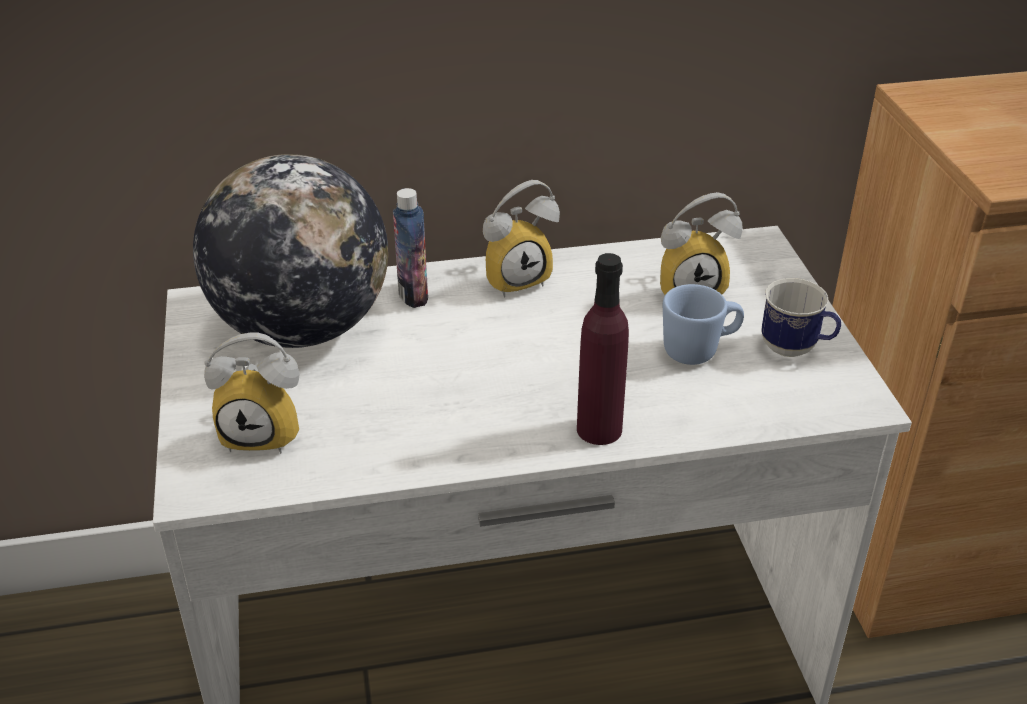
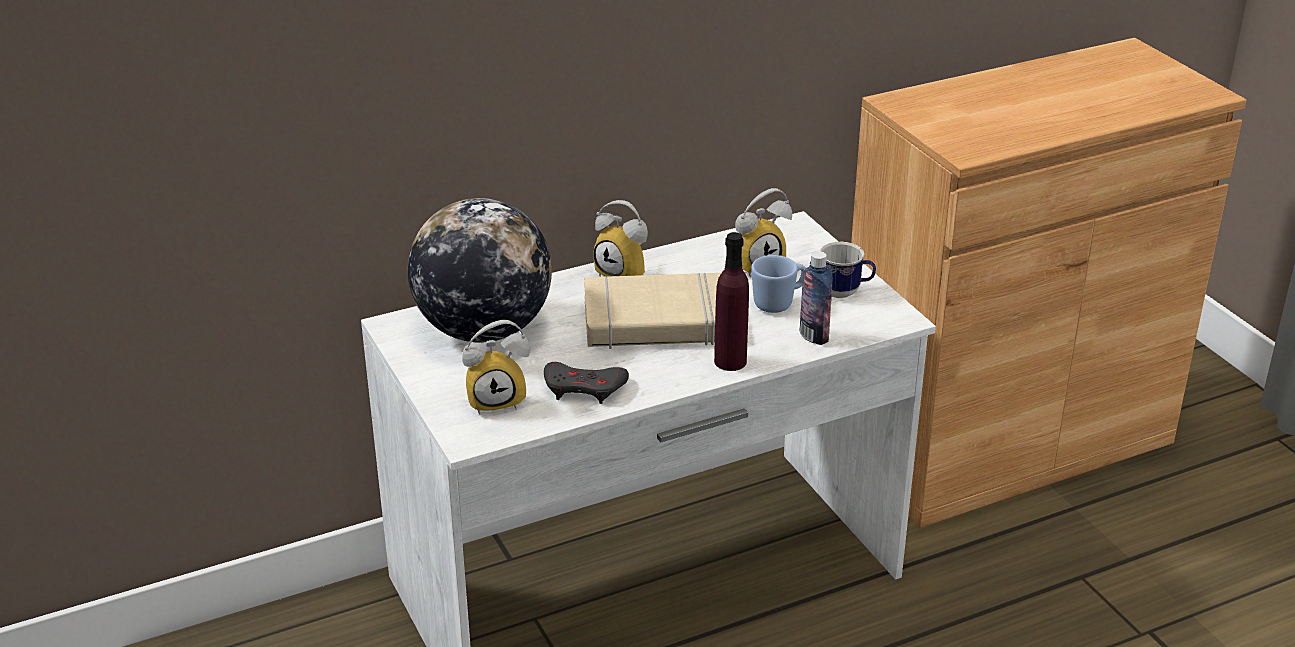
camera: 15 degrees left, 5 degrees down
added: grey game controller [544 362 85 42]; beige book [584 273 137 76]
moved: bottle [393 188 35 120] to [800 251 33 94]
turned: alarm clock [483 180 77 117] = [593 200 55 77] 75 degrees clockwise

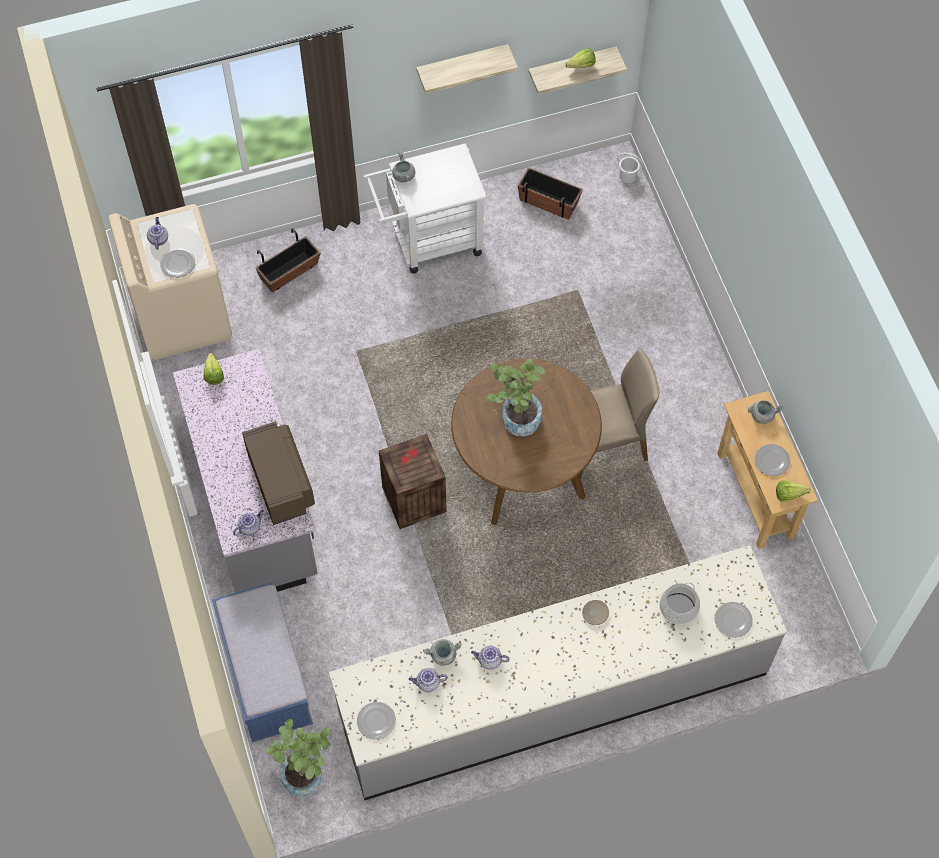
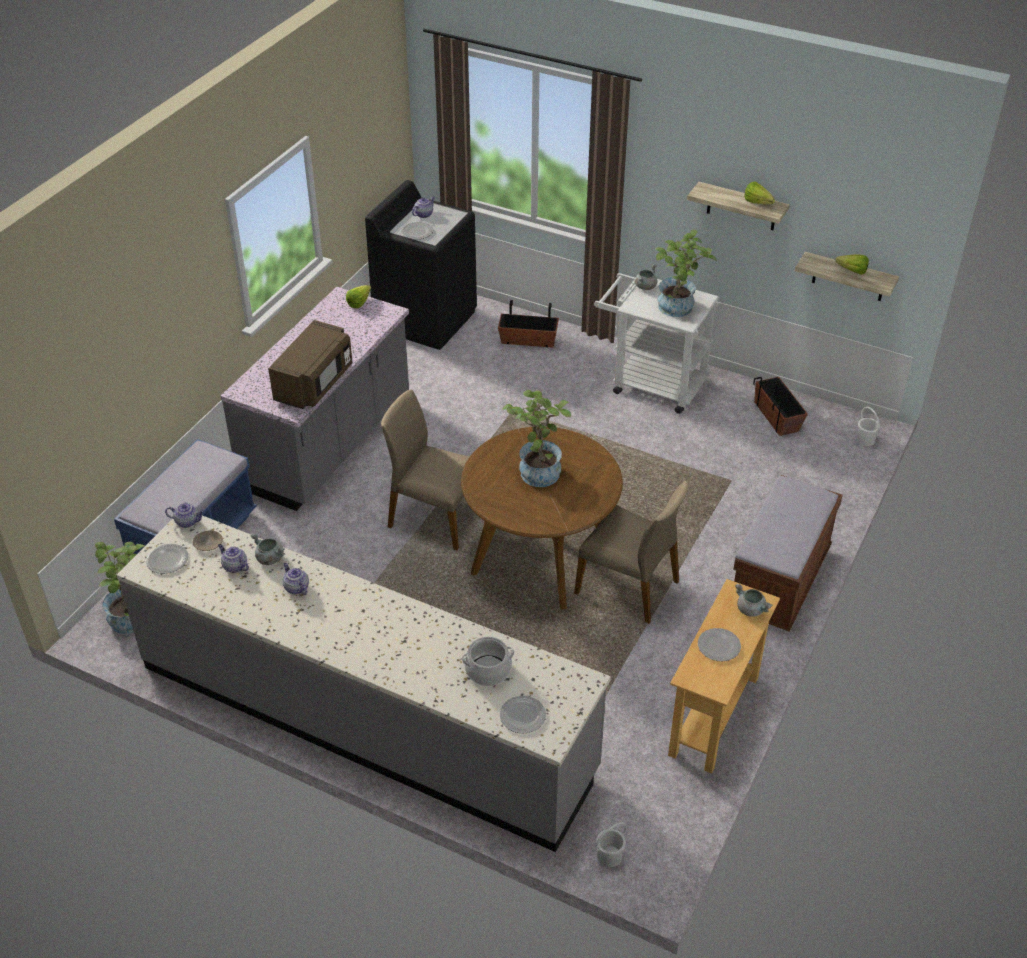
camera: 45 degrees right, 20 degrees down
added: white bucket [596 822 31 45]; potted plant [655 229 62 88]; brown bench [733 475 110 157]
moved: teapot [233 510 30 26] to [165 503 40 25]; beige plate [582 600 27 25] to [192 530 31 21]; lettuce [776 481 34 21] to [744 181 31 23]
replaced: crate [379 434 68 95] to beige chair [381 390 89 160]
recoloured: beige washing machine [109 204 123 157] to black washing machine [365 180 112 170]

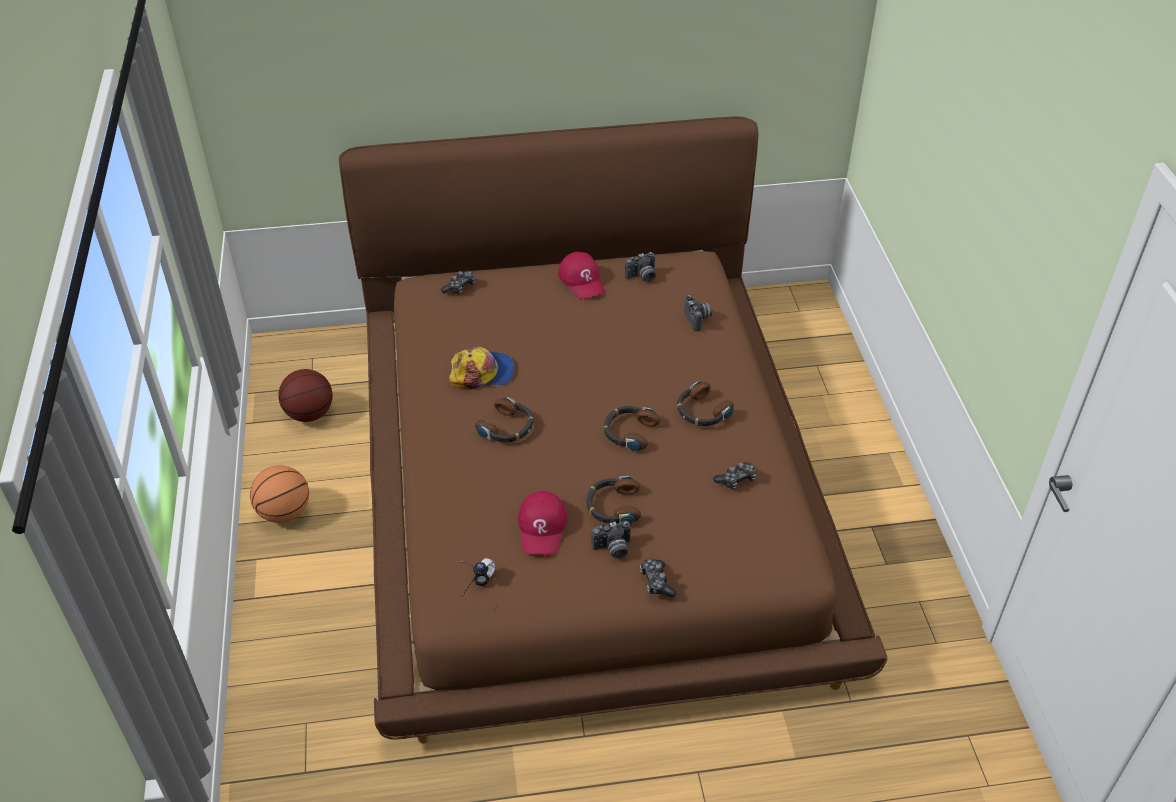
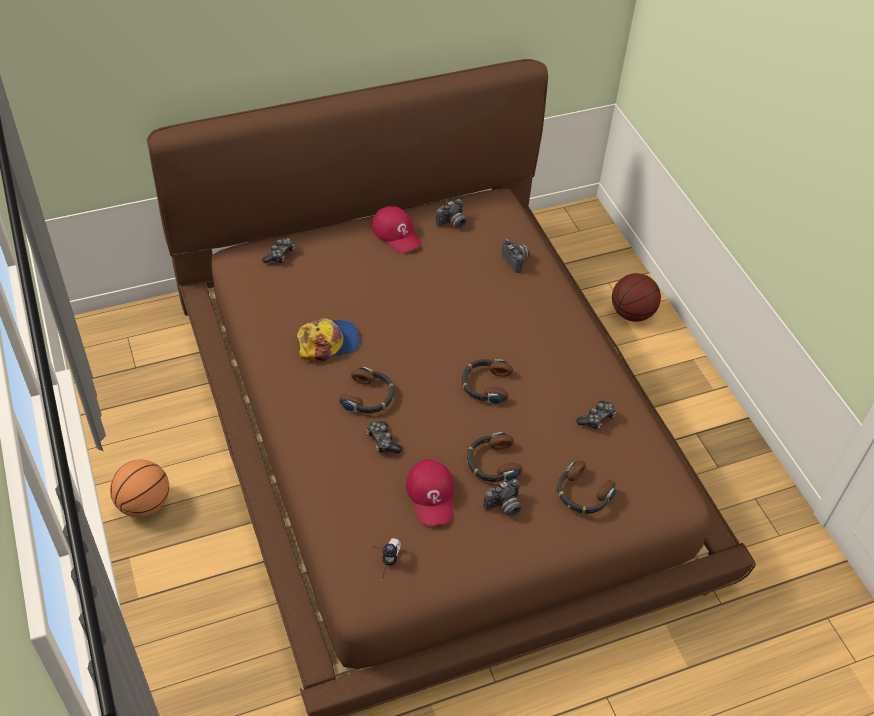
camera: 15 degrees left, 5 degrees up
moved: basketball [278 369 55 53] to [612 273 49 49]; game controller [640 559 37 39] to [366 421 37 33]; headphones [677 381 57 45] to [557 461 59 53]

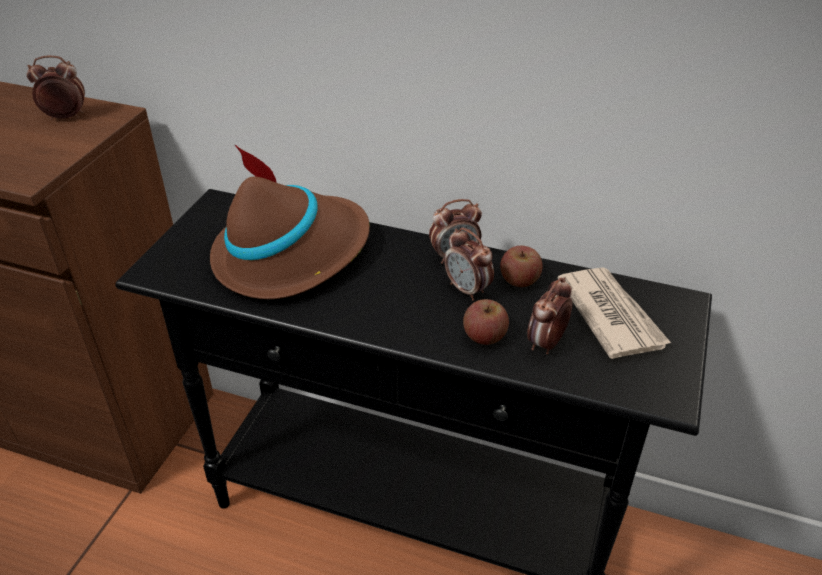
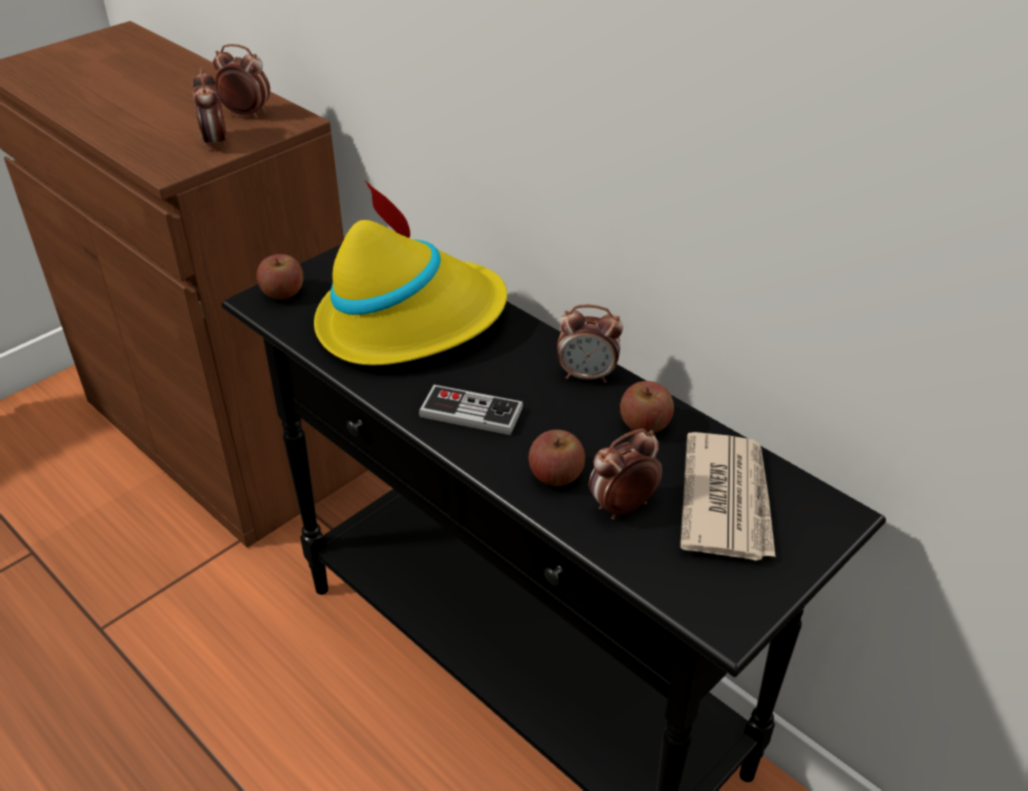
camera: 25 degrees right, 0 degrees up
added: apple [257 254 47 46]; game controller [419 385 104 50]
moved: alarm clock [444 227 50 74] to [193 68 33 83]
recoloured: brown hat [210 144 160 155] to yellow hat [314 180 193 186]

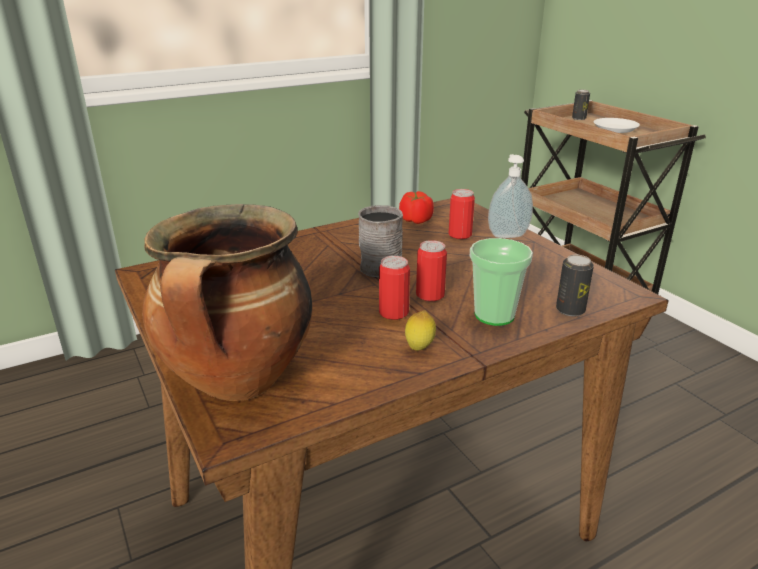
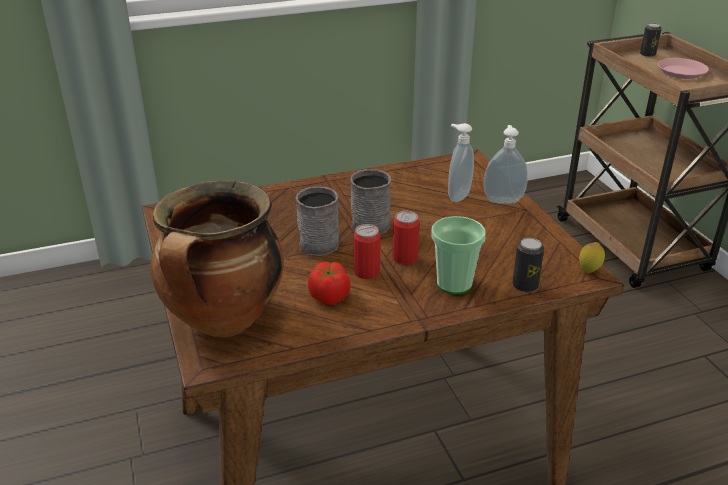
camera: 10 degrees right, 5 degrees up
added: grey mug [296 186 43 70]
moved: tomato [399 191 35 33] to [308 261 43 44]; lemon [405 310 31 41] to [579 242 26 31]
replaced: can [449 189 26 50] to soap dispenser [448 123 26 79]
recoloured: white plate [594 118 46 15] to pink plate [658 58 51 21]

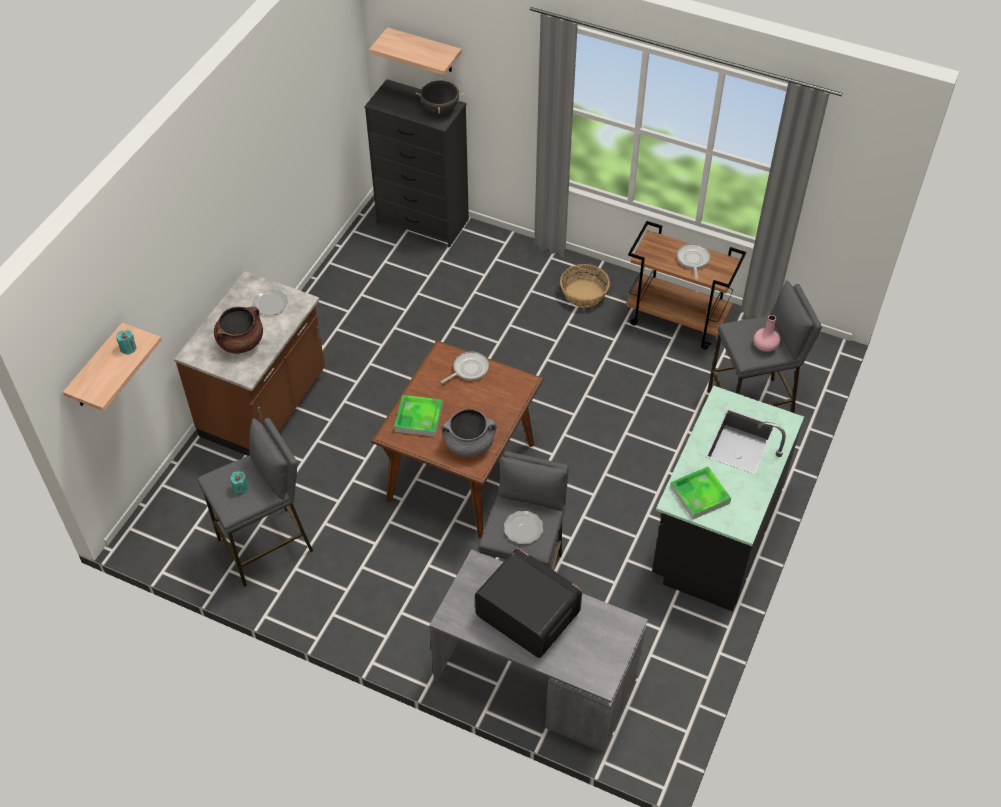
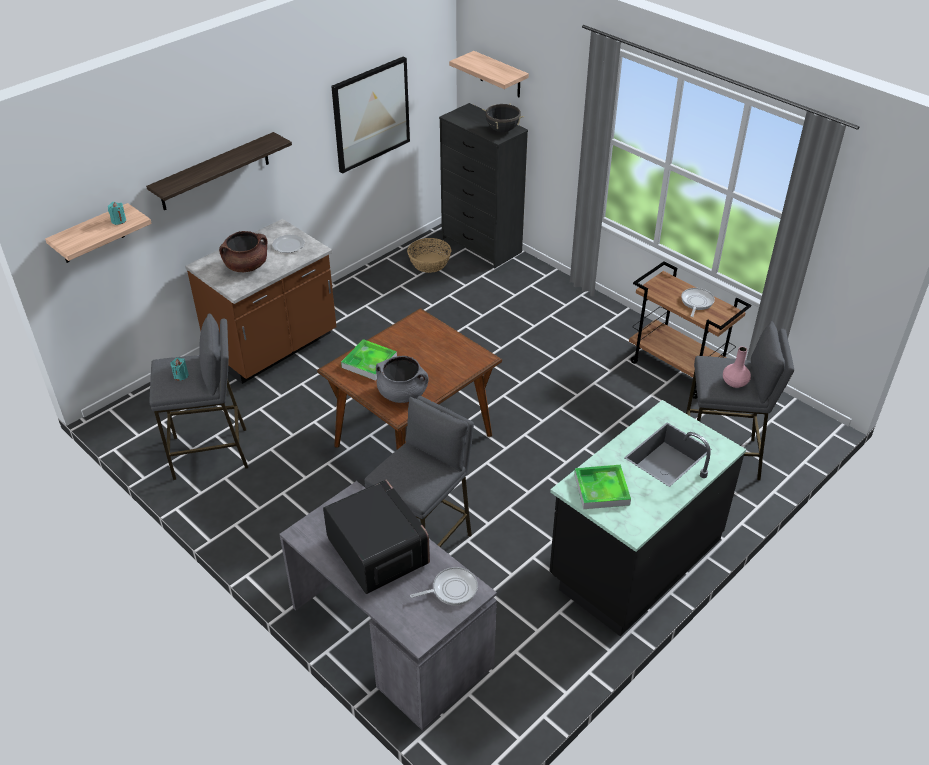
camera: 20 degrees right, 10 degrees down
removed: plate [504 511 39 33]
added: shelf [146 132 146 78]; picture [331 56 79 118]
moved: frying pan [441 352 48 31] to [410 567 68 38]; basket [560 264 50 43] to [407 238 44 35]

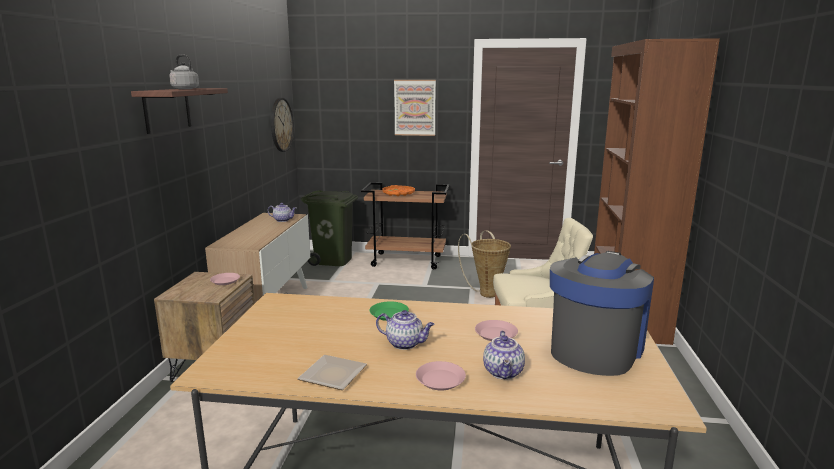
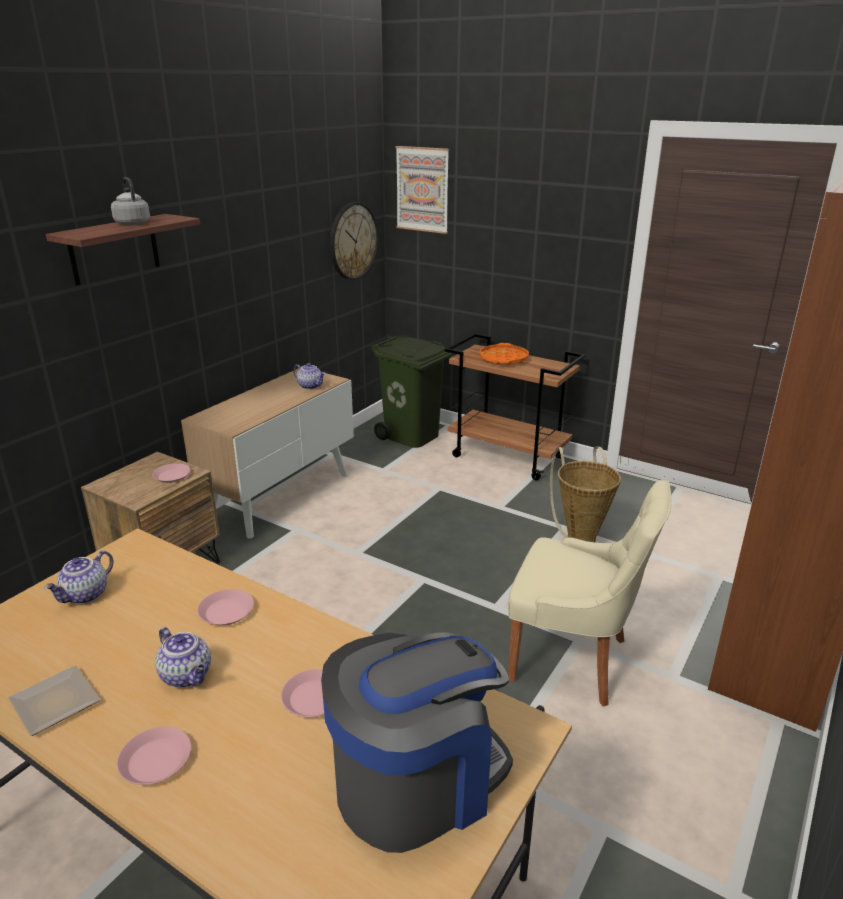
camera: 25 degrees right, 10 degrees up
moved: picture [394 80 42 56] to [395 146 54 88]; teapot [483 331 42 48] to [44 550 70 54]
recoloured: green plate [370 302 39 19] to pink plate [197 589 57 37]

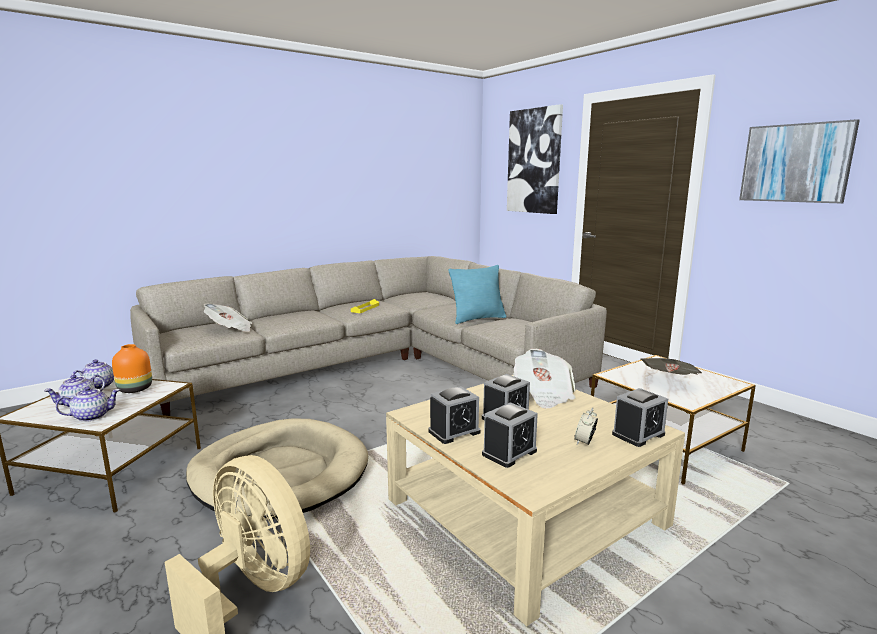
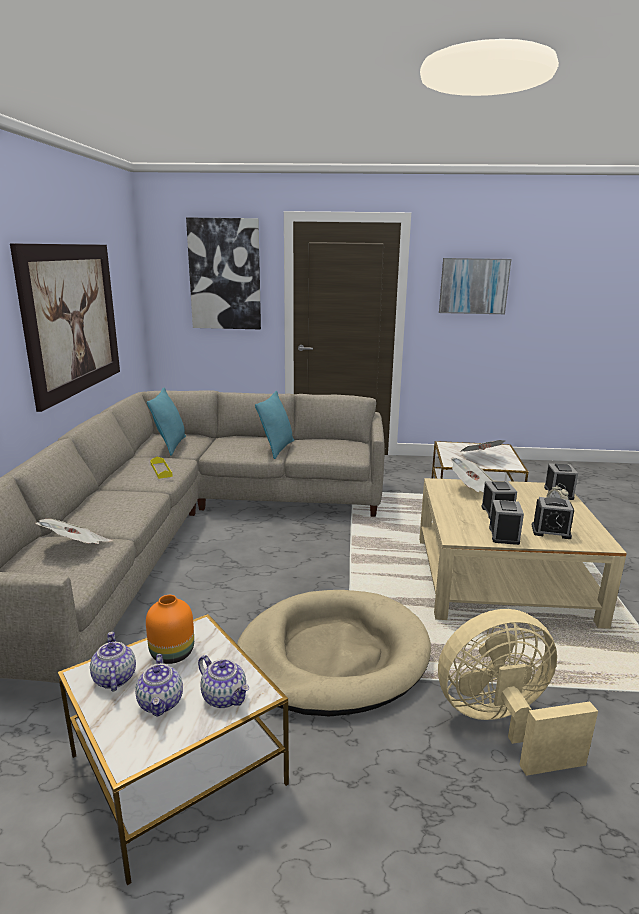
camera: 50 degrees left, 5 degrees up
added: picture [10 243 110 169]; turquoise pillow [147 388 39 68]
turned: teapot [56 386 64 36] = [198 655 51 53] 120 degrees clockwise; alarm clock [482 402 56 66] = [532 497 42 42] 105 degrees clockwise

